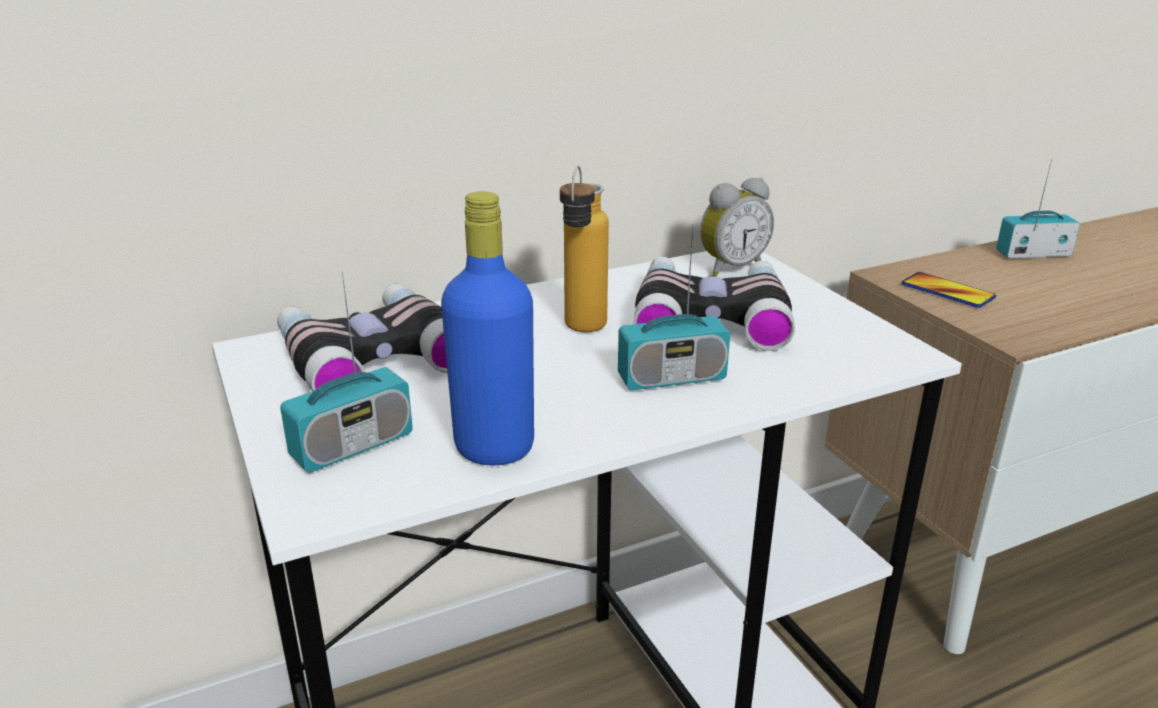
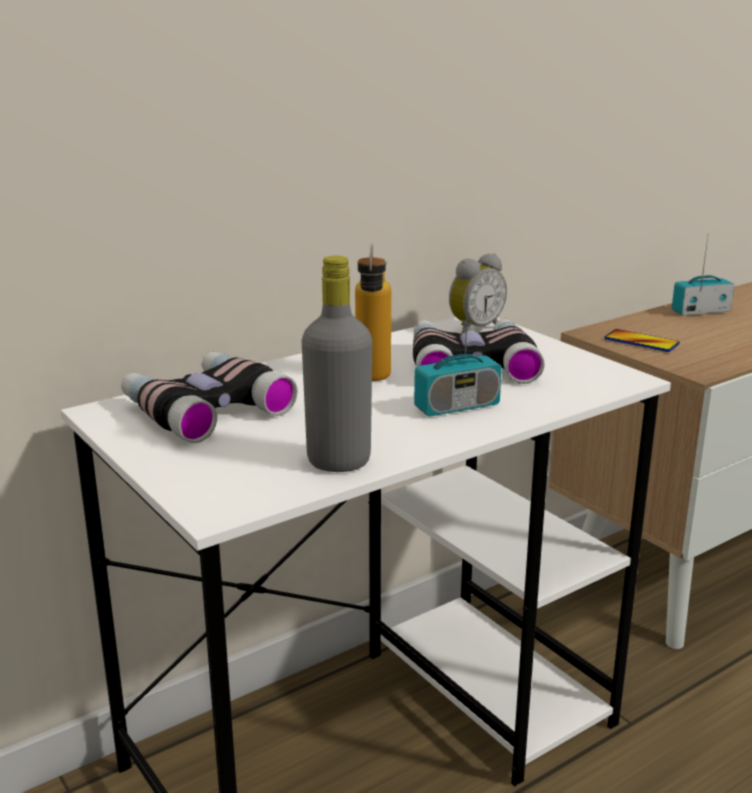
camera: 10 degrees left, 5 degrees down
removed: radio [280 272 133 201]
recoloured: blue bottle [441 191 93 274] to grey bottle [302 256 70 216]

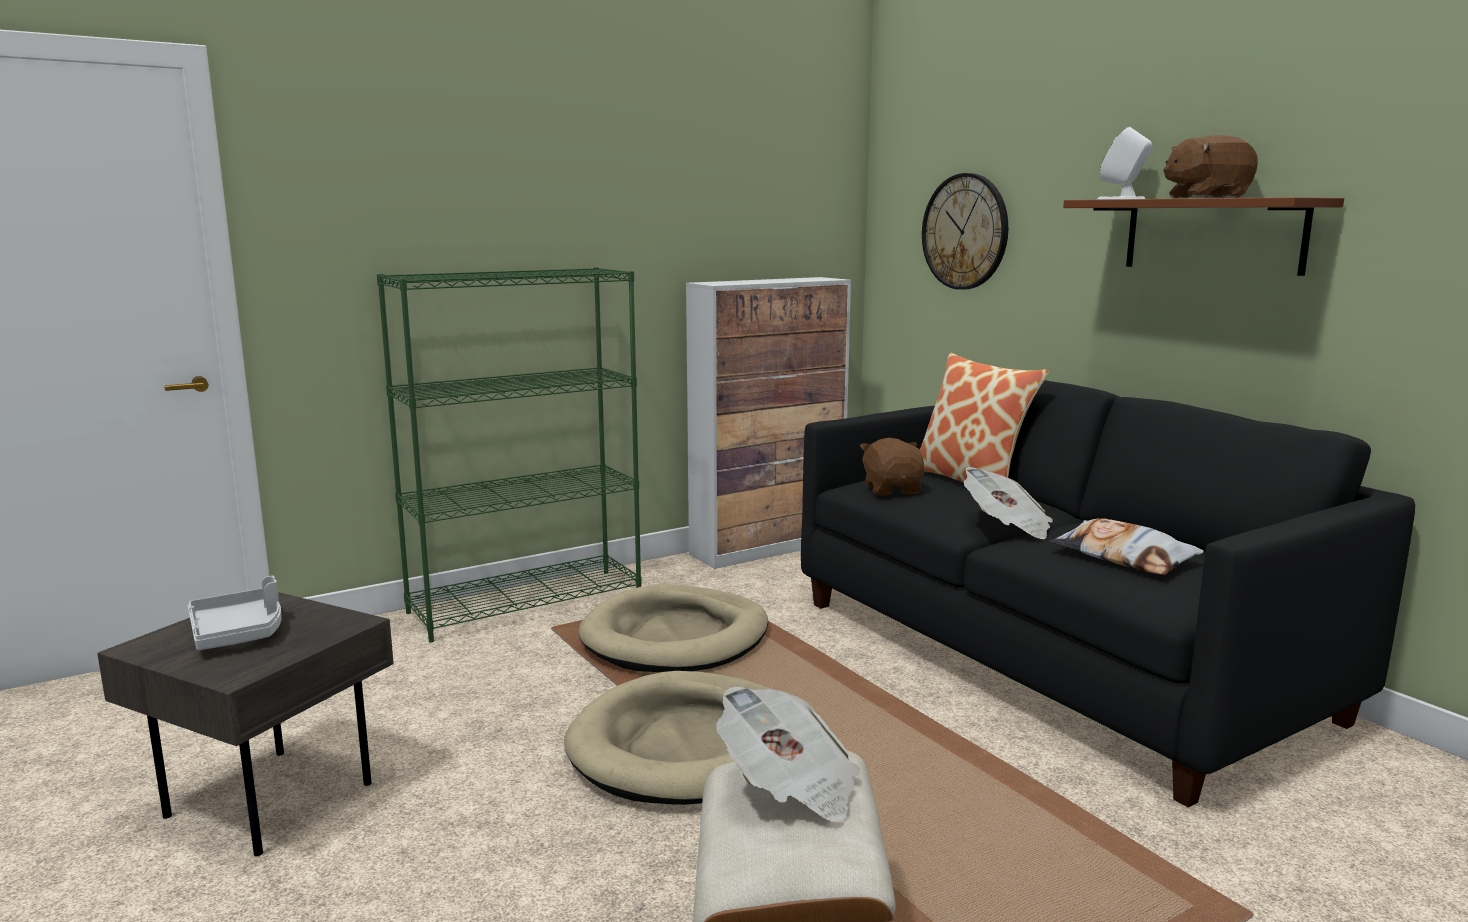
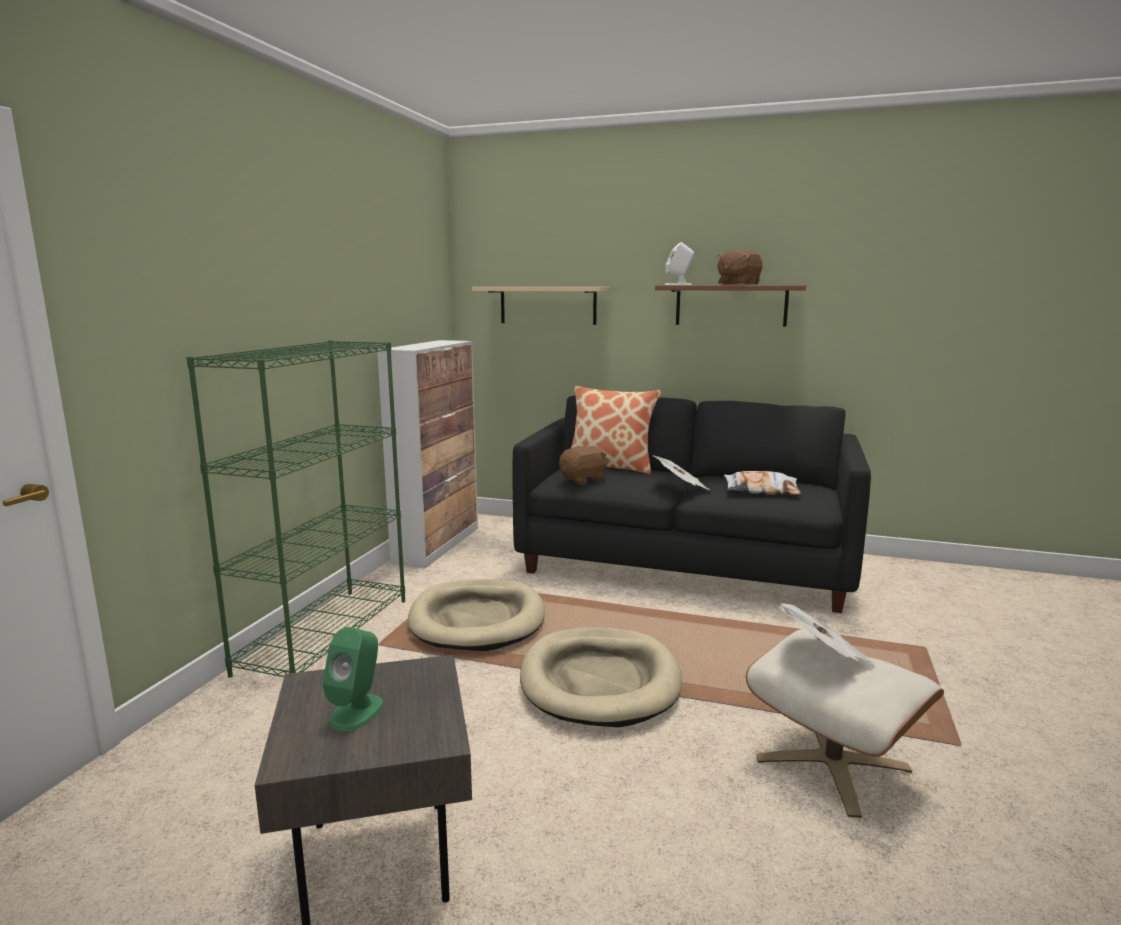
camera: 40 degrees left, 0 degrees up
replaced: grey tray [188 576 94 74] to green speaker [322 627 62 104]; wall clock [922 173 86 117] to beige shelf [472 287 138 38]
turned: brown plush toy [860 438 65 58] = [559 446 48 39] 105 degrees clockwise

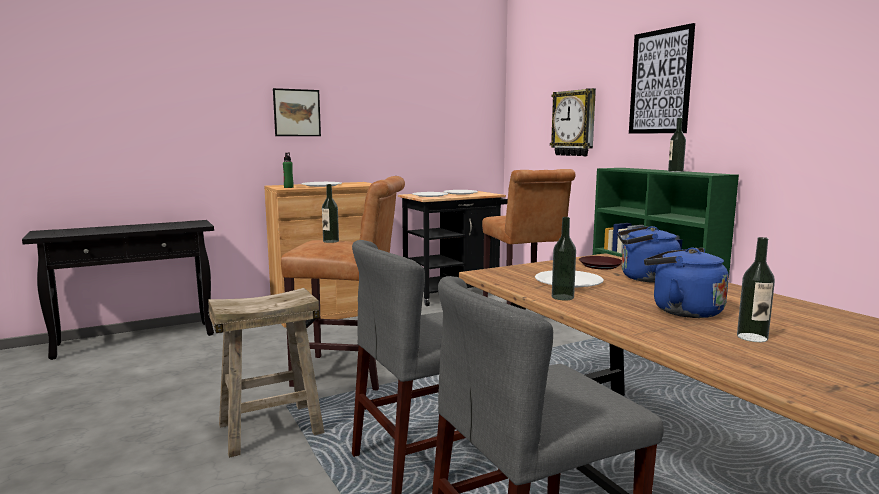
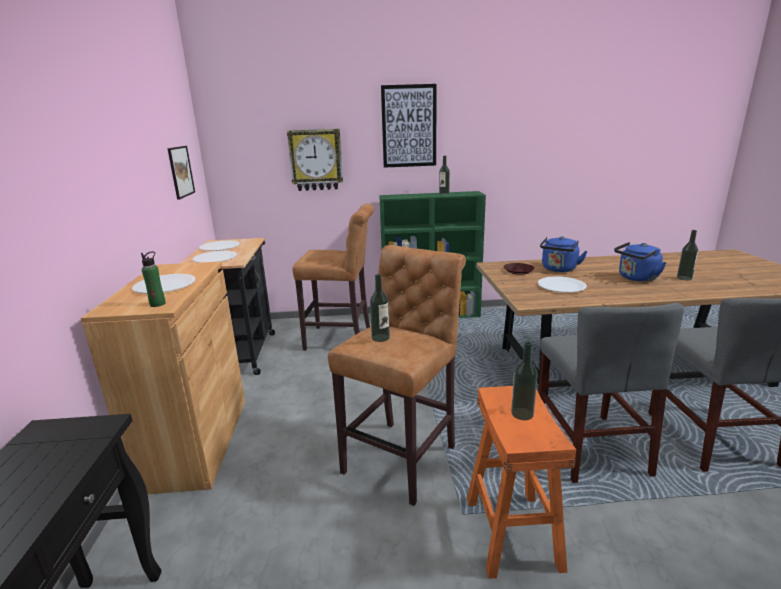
camera: 65 degrees left, 10 degrees up
moved: picture [273 88 48 48] to [167 146 28 54]; bottle [552 217 24 83] to [511 342 27 78]
recoloured: beige stool [208 288 117 170] to orange stool [467 386 109 193]

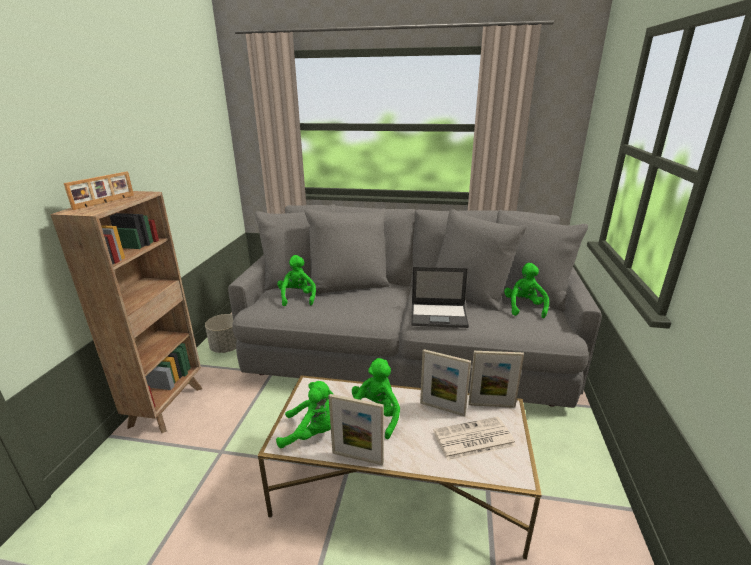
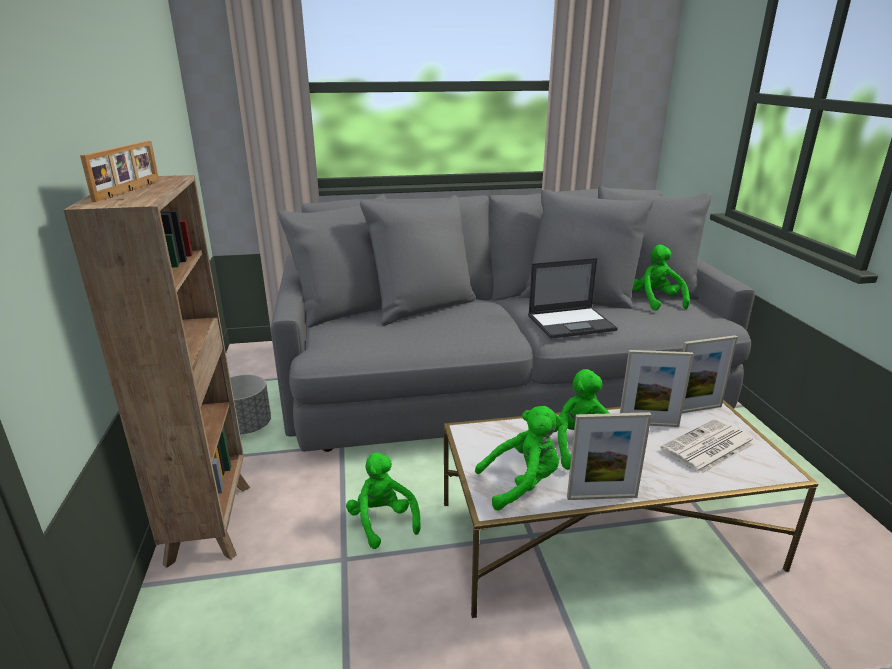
camera: 20 degrees left, 0 degrees up
moved: green plush toy [277 255 39 51] to [346 453 75 96]

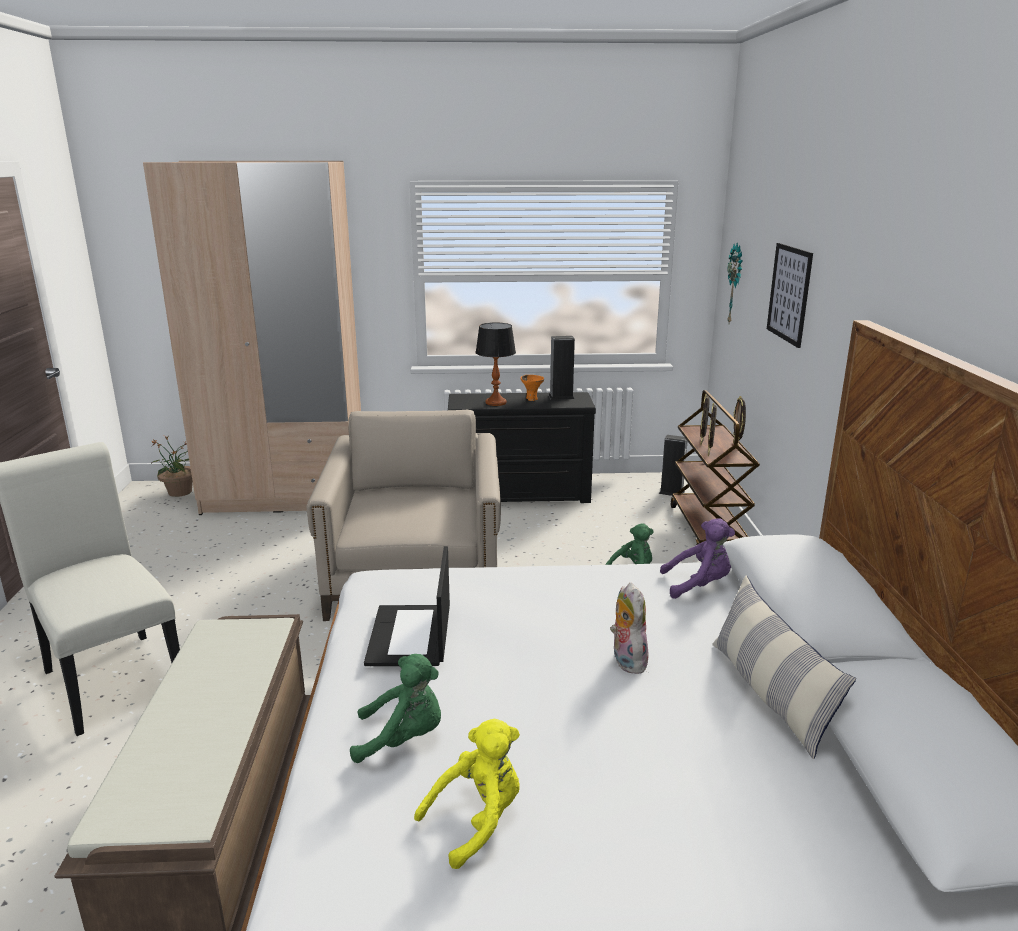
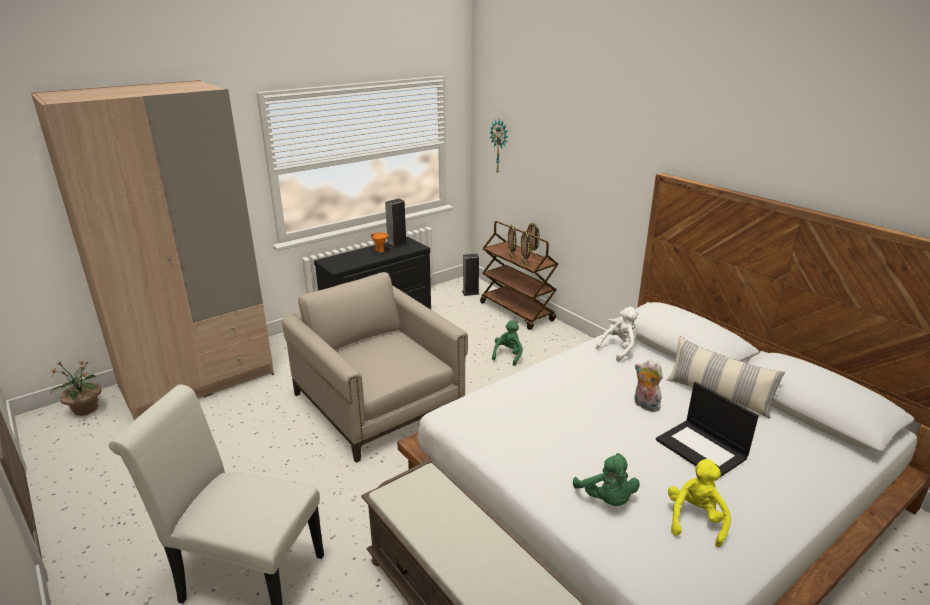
camera: 35 degrees left, 5 degrees up
removed: table lamp [475 323 41 83]; picture [767 243 46 105]
moved: laptop [364 546 86 120] to [656 382 103 95]
recoloured: purple plush toy [660 518 75 81] to white plush toy [596 307 43 55]
turned: green plush toy [350 654 91 109] = [573 453 67 53] 105 degrees clockwise

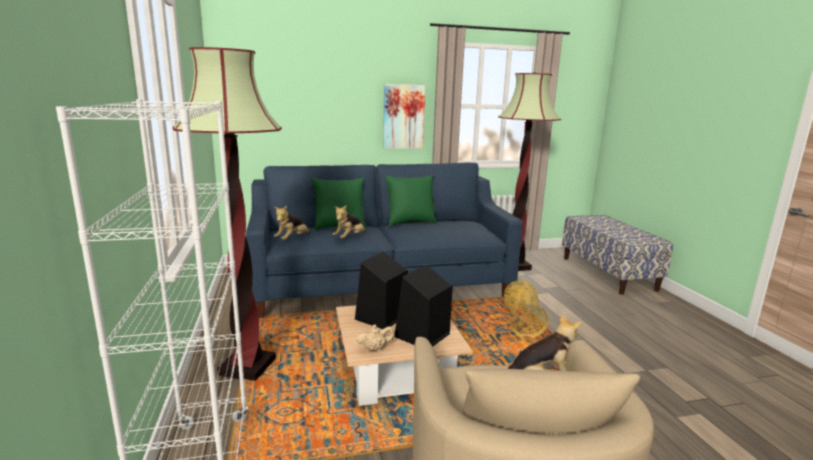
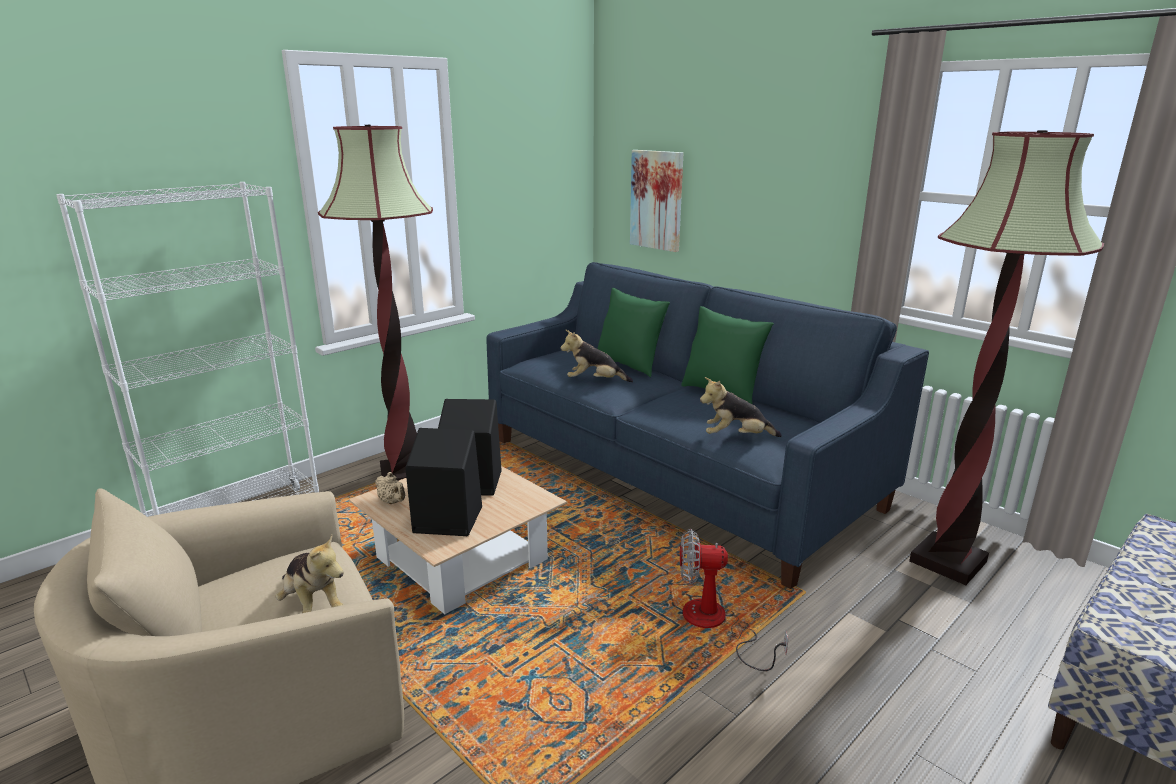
camera: 60 degrees right, 5 degrees up
moved: plush toy [274 206 36 34] to [700 377 82 60]; picture [383 84 42 65] to [630 150 53 102]
replaced: basket [504 280 44 58] to fan [680 529 108 142]

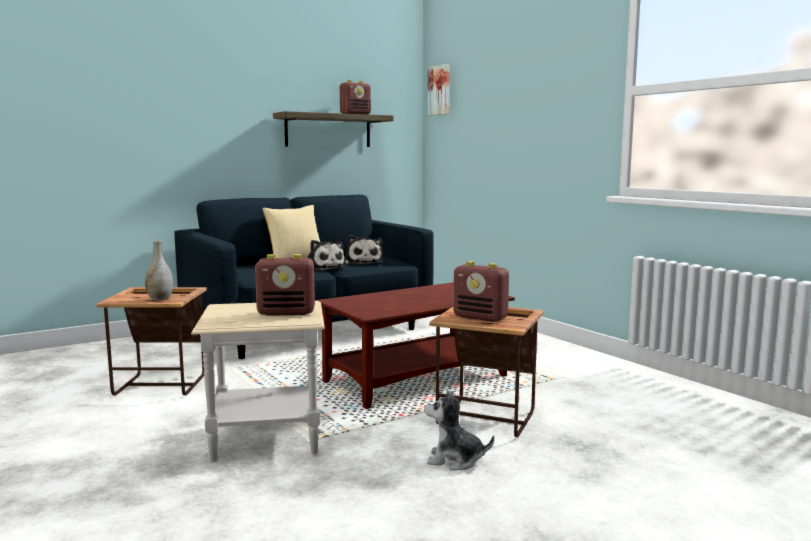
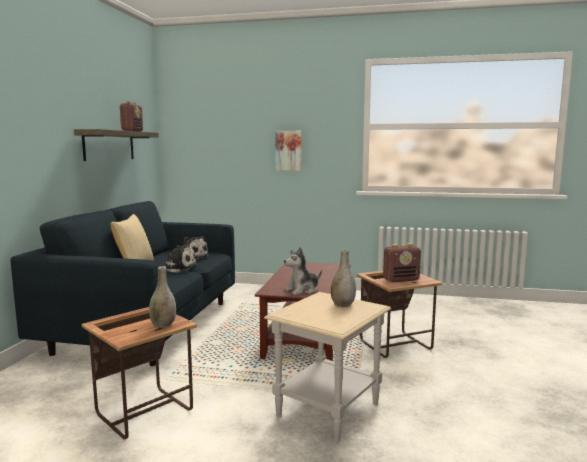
camera: 45 degrees left, 0 degrees up
moved: plush toy [424 391 70 79] to [284 247 38 48]; picture [427 64 23 52] to [275 131 26 40]
replaced: radio [255 254 60 62] to grey vase [331 250 25 57]

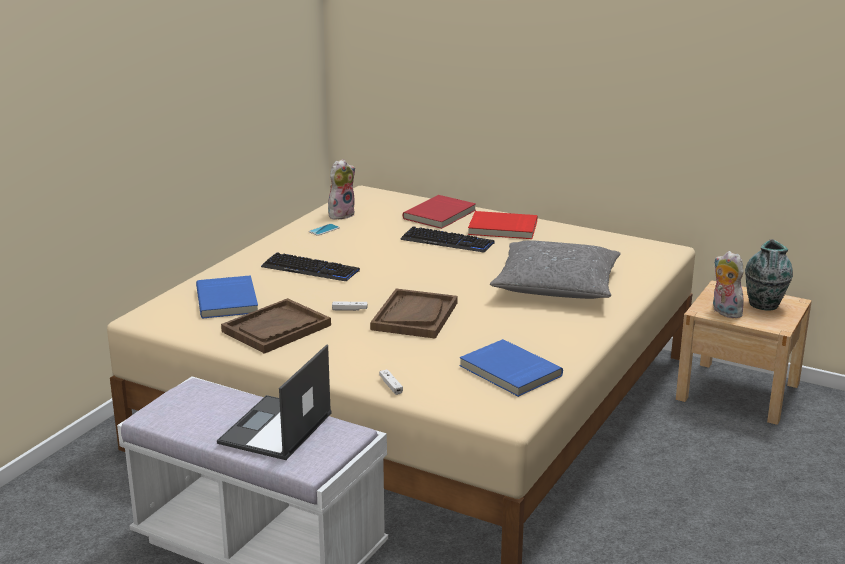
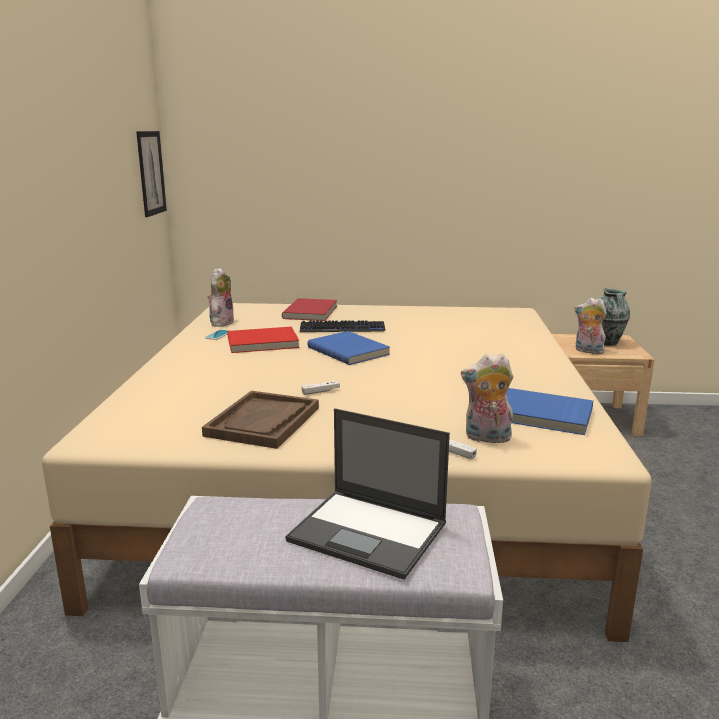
camera: 25 degrees left, 5 degrees down
removed: keyboard [261 252 99 29]; brown tray [370 289 88 50]; grey pillow [490 240 131 59]
added: picture [136 131 31 86]; plush toy [461 354 52 89]
moved: blue book [196 275 62 43] to [307 331 83 34]; red book [468 211 69 28] to [227 327 72 26]
turned: laptop [217 344 115 116] = [285 408 165 172] 60 degrees counterclockwise

